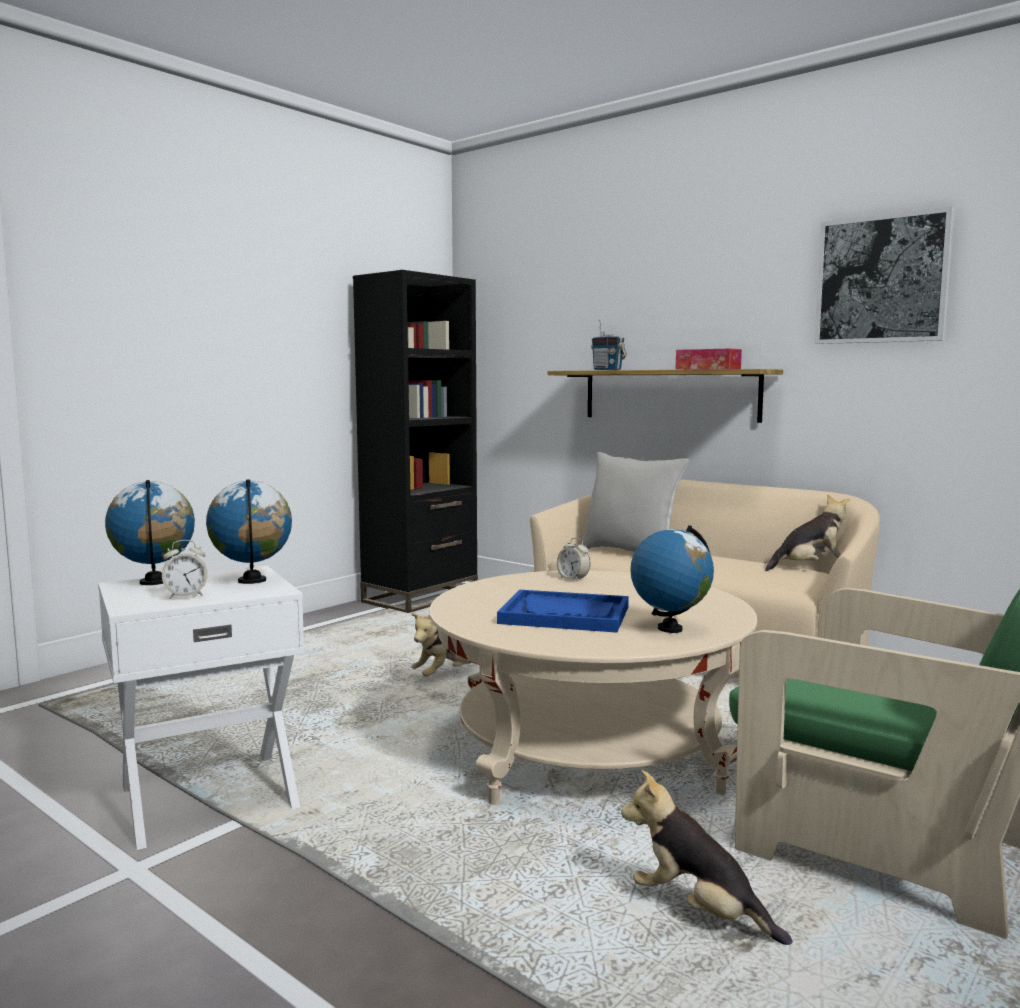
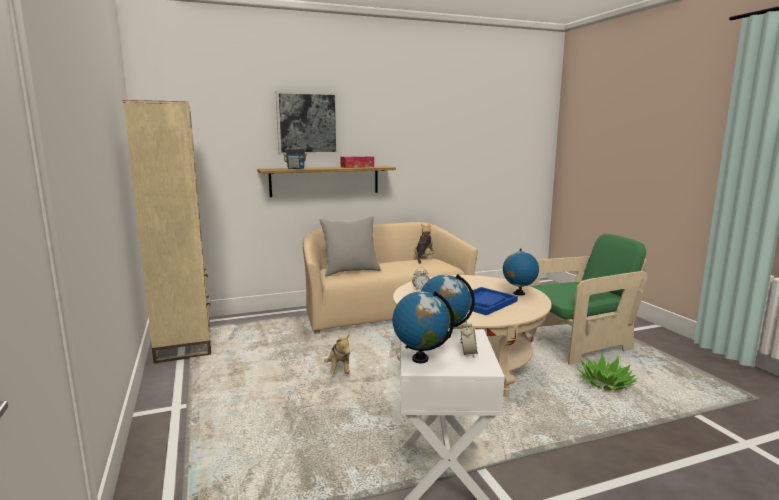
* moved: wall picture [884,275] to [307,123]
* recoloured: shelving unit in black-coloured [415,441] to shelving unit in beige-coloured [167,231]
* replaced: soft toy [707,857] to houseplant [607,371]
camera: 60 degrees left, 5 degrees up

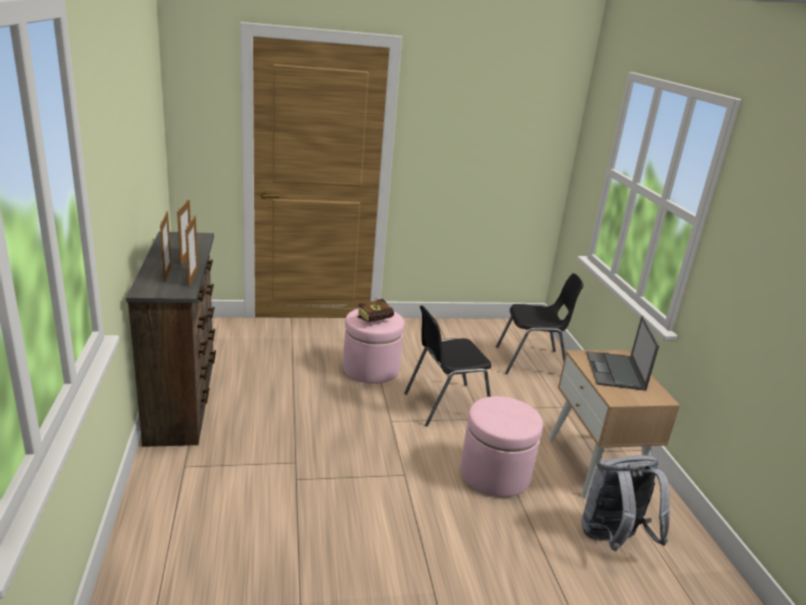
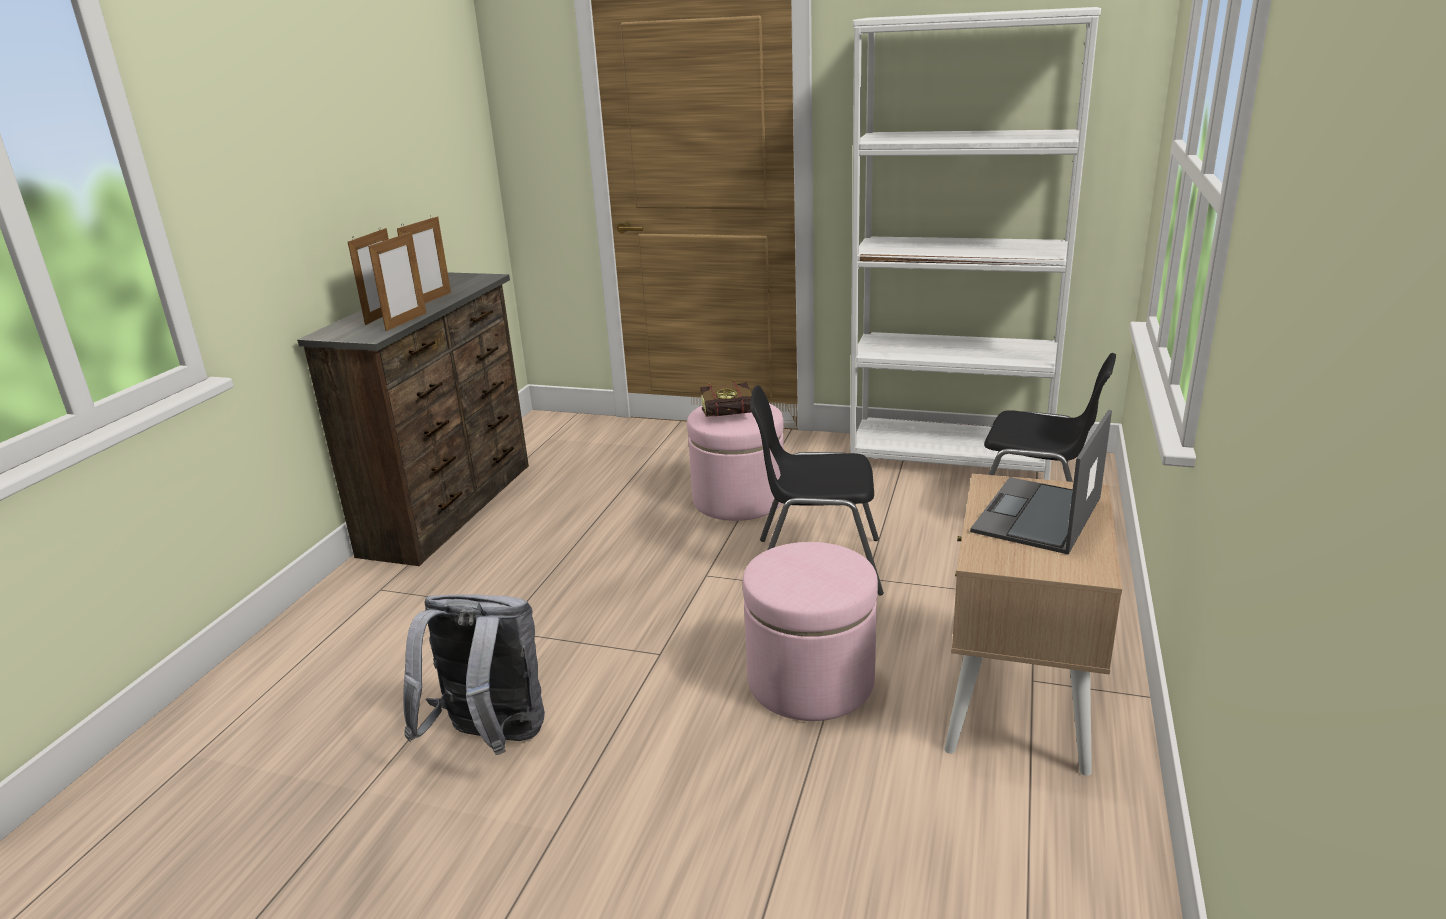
* moved: backpack in greyish [625,503] to [474,674]
* added: shelving unit in white [975,243]
camera: 30 degrees right, 0 degrees up

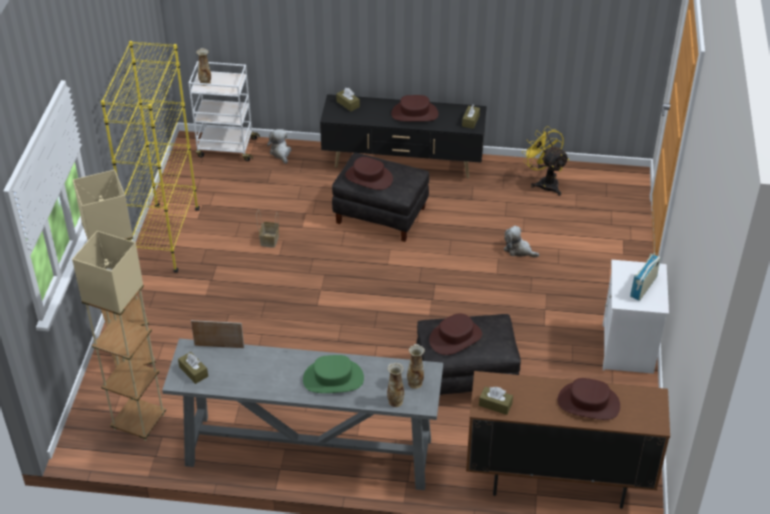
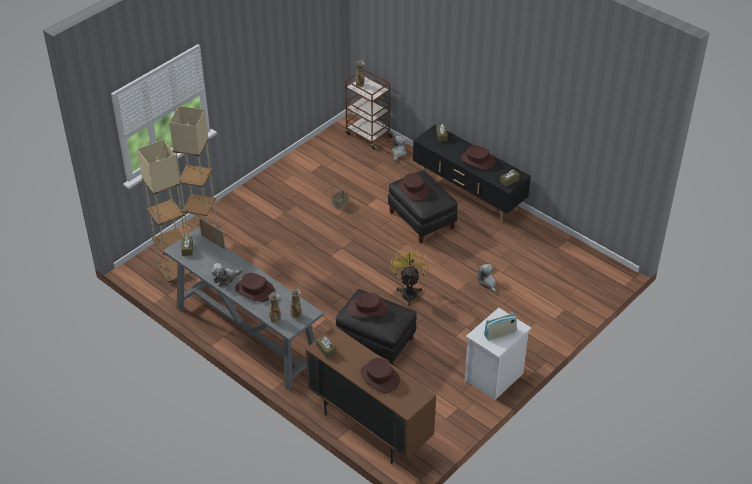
* removed: shelving unit in yellow-coloured [150,157]
* recoloured: wheeled cart in white [224,111] to wheeled cart in brown-coloured [369,109]
* moved: electric fan in yellow-coloured [545,161] to [409,277]
* recoloured: wearable hat in green-coloured [333,374] to wearable hat in brown-coloured [255,287]
* added: soft toy [227,274]
camera: 35 degrees right, 0 degrees up

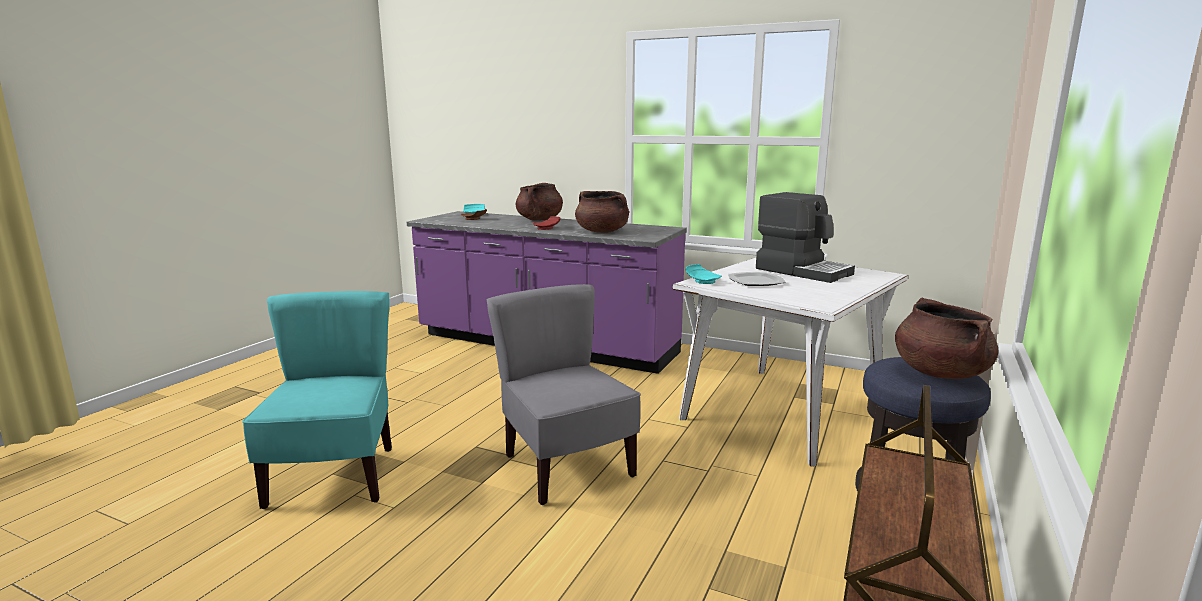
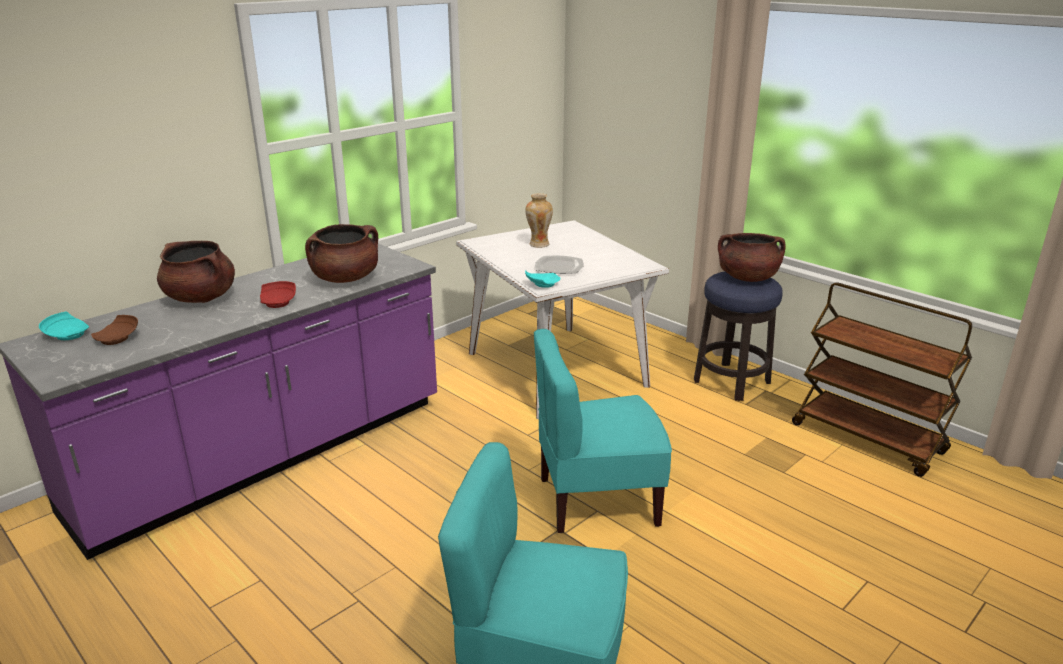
* replaced: coffee maker [805,237] to vase [539,220]
* recoloured: chair in greyish [564,394] to chair in turquoise [603,431]
camera: 70 degrees left, 10 degrees up

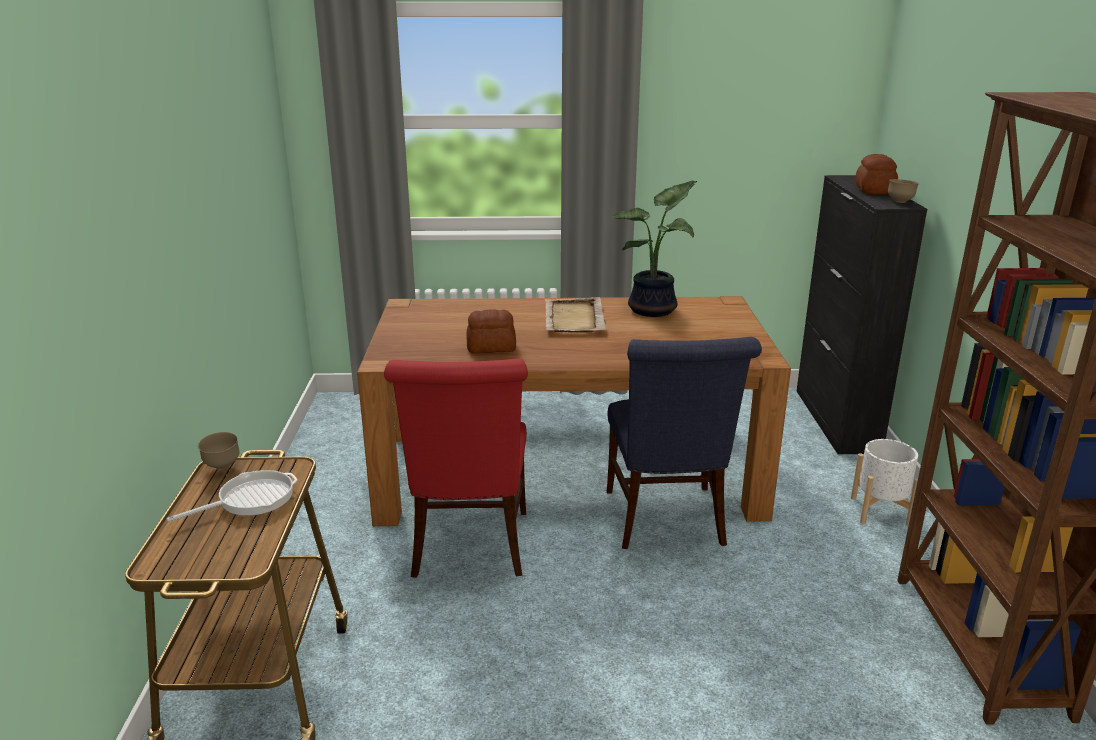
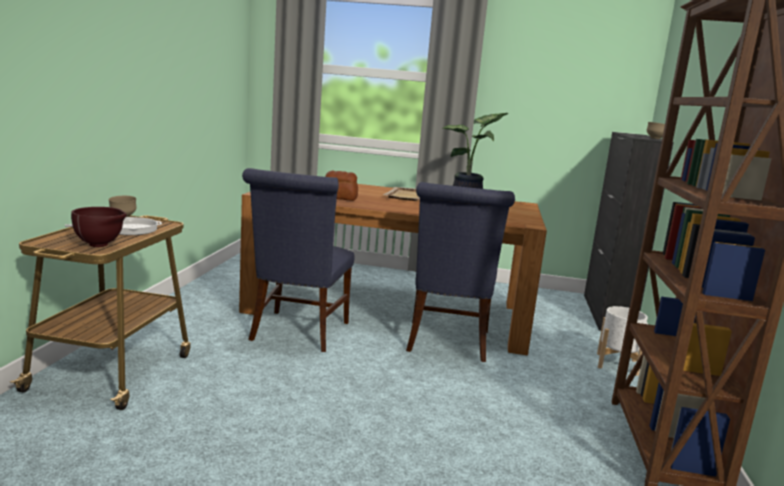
* removed: baked bread [876,174]
* recoloured: chair in red-coloured [456,468] to chair in bluish [298,260]
* added: bowl in brown-coloured [98,227]
camera: 10 degrees right, 10 degrees down

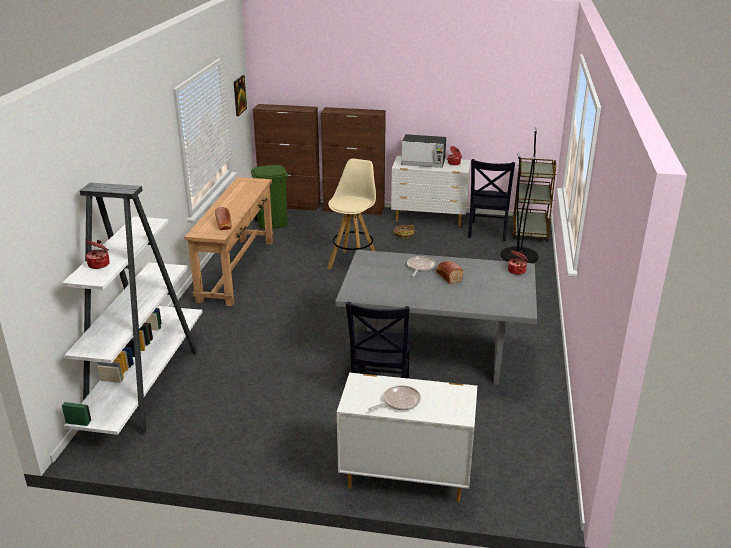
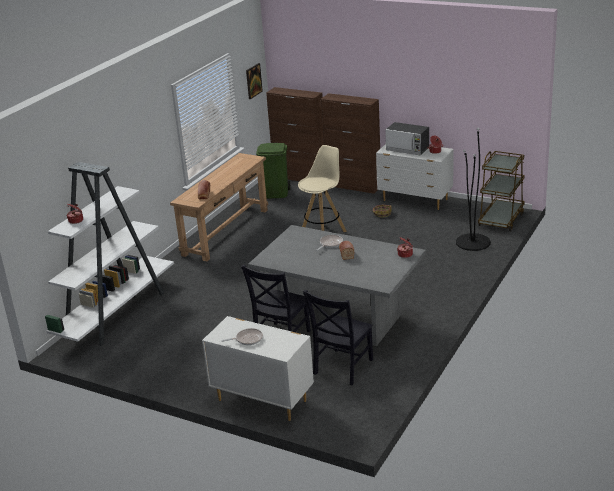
* moved: chair in black-coloured [491,200] to [338,337]
camera: 20 degrees right, 0 degrees up

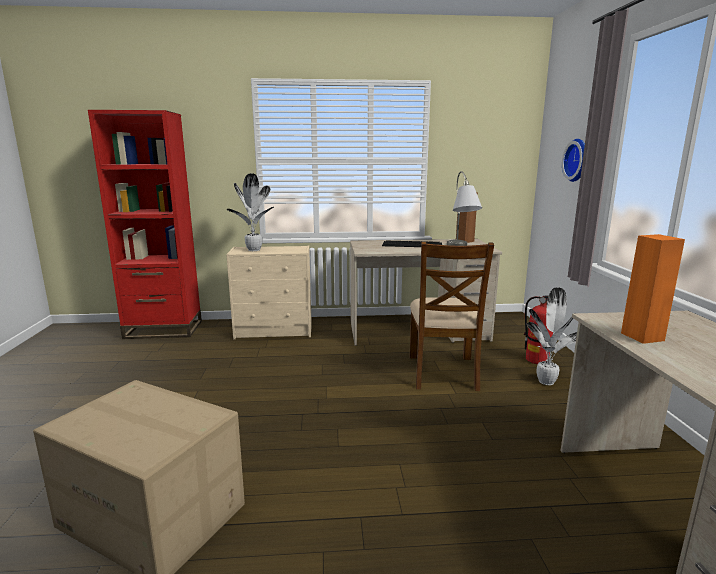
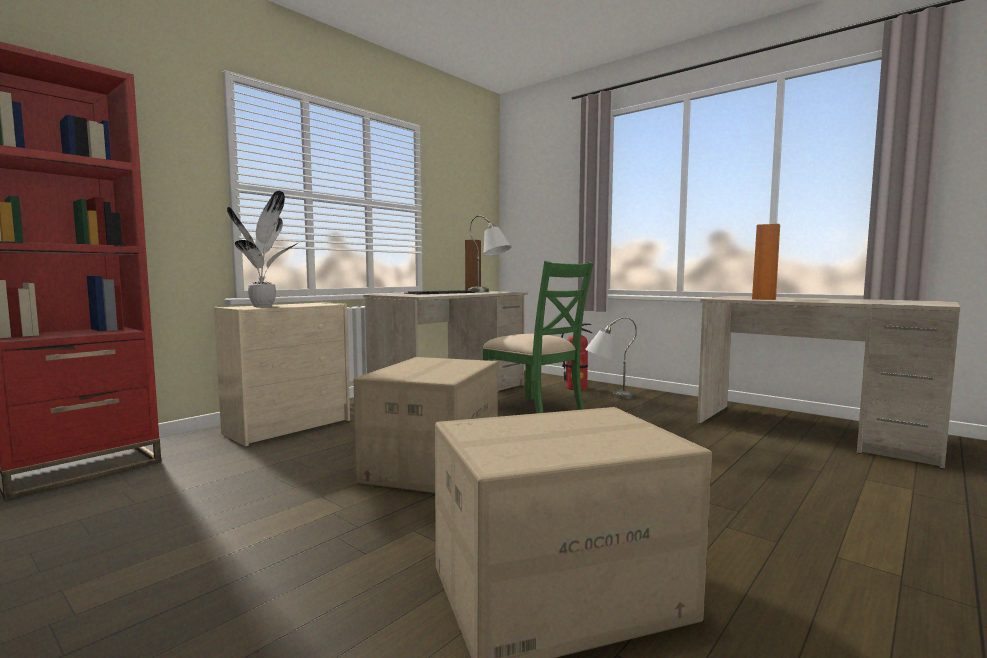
* removed: clock on the wall [573,160]
* recoloured: chair in brown-coloured [452,316] to chair in green-coloured [538,337]
* replaced: houseplant [552,336] to lamp for a table in greyish [611,358]
* added: cardboard box [426,425]
camera: 45 degrees left, 10 degrees down

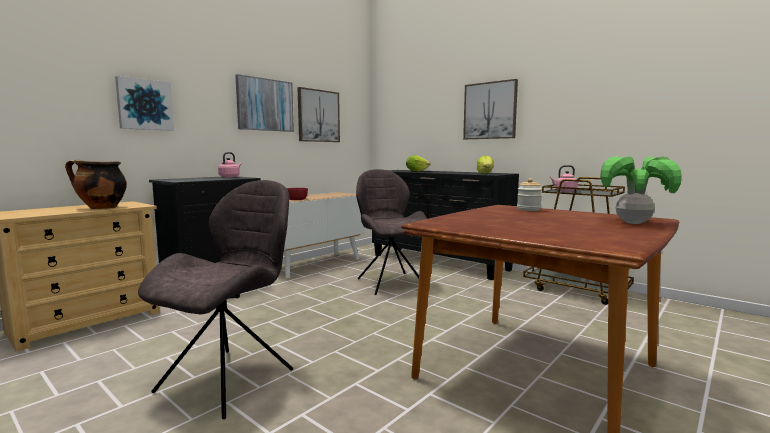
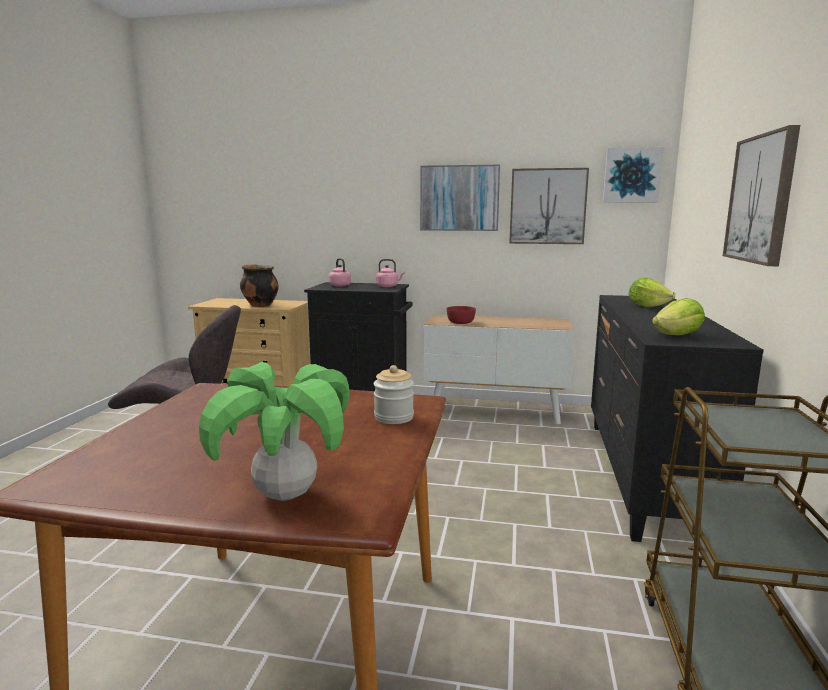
* moved: wall picture [144,103] to [633,175]
* moved: tea kettle in pink [564,178] to [340,272]
* removed: chair in greyish [391,232]
camera: 60 degrees right, 5 degrees up

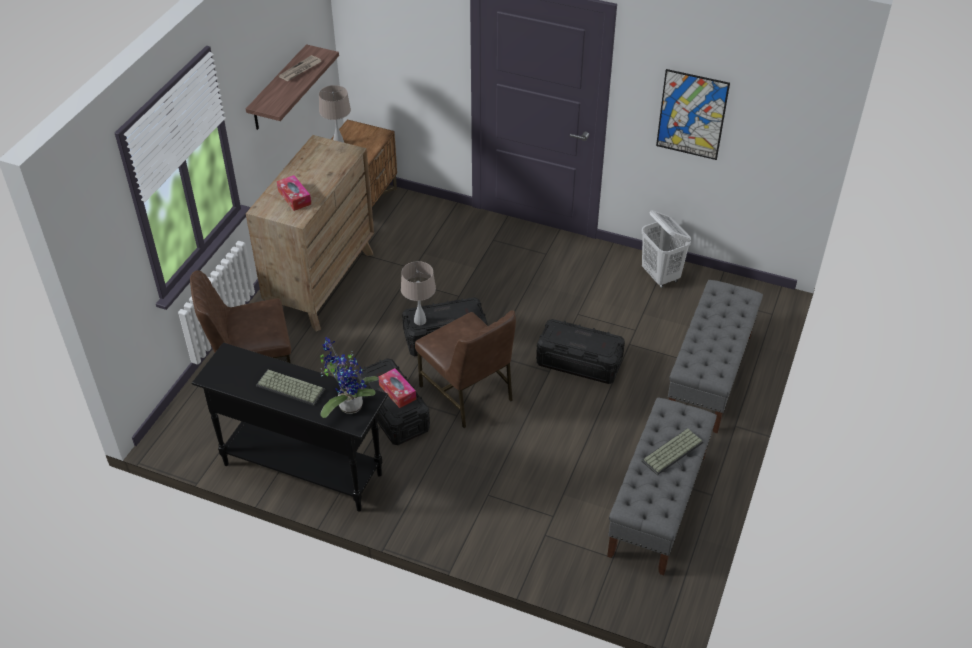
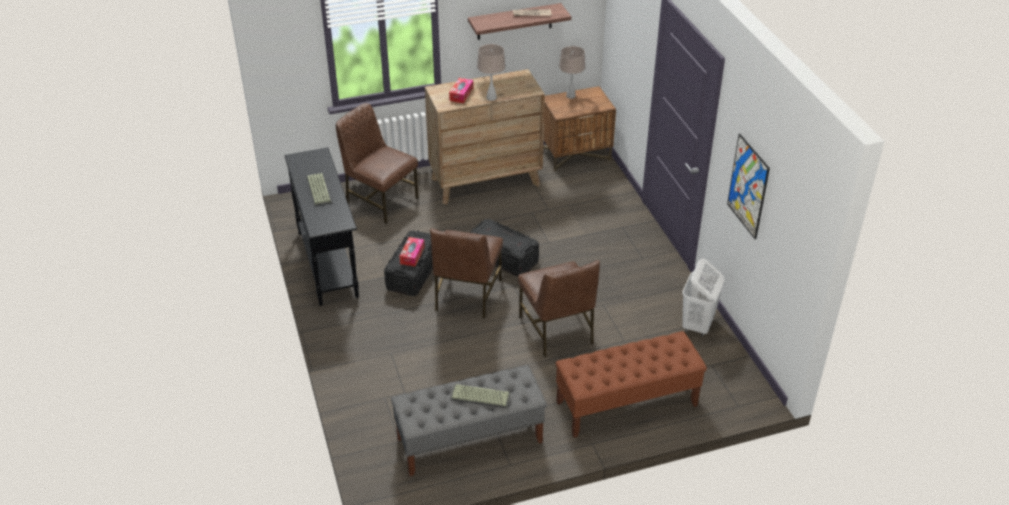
* moved: lamp for a table in beige-coloured [418,293] to [491,72]
* recoloured: indoor bench in greyish [715,357] to indoor bench in brown-coloured [631,384]
* replaced: storage bin in black-coloured [580,351] to chair in brown-coloured [559,308]
* removed: houseplant [349,377]
camera: 50 degrees right, 5 degrees down

